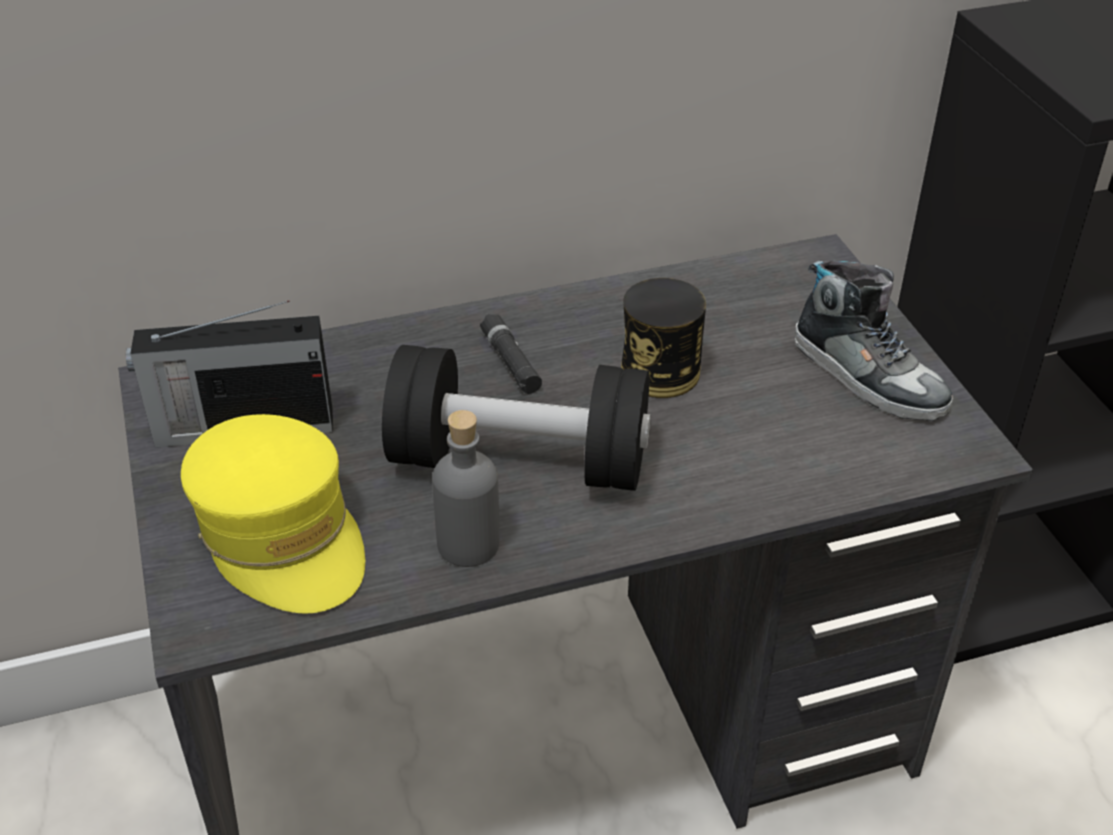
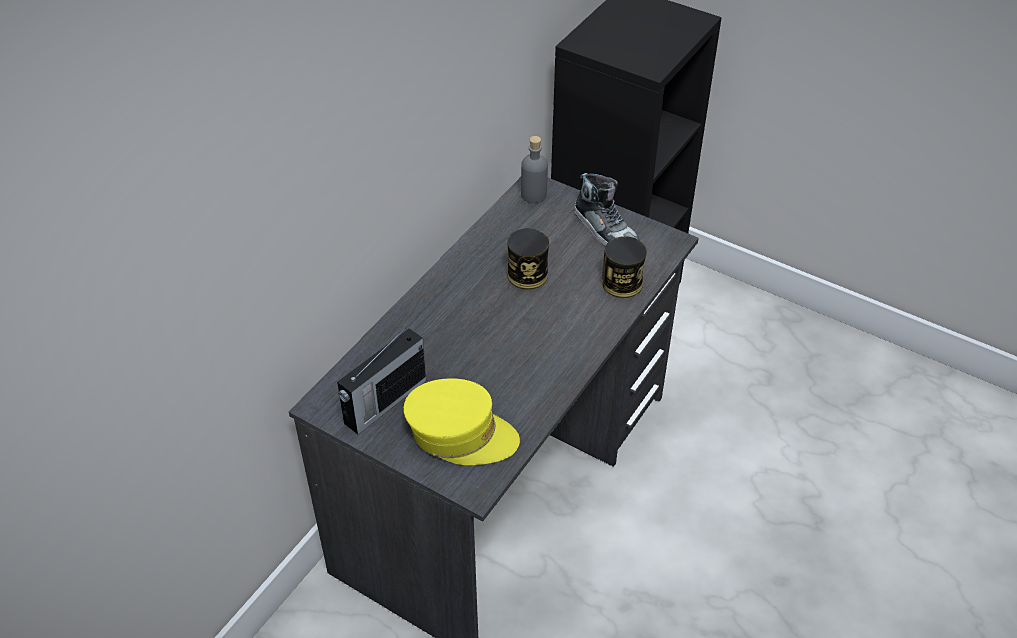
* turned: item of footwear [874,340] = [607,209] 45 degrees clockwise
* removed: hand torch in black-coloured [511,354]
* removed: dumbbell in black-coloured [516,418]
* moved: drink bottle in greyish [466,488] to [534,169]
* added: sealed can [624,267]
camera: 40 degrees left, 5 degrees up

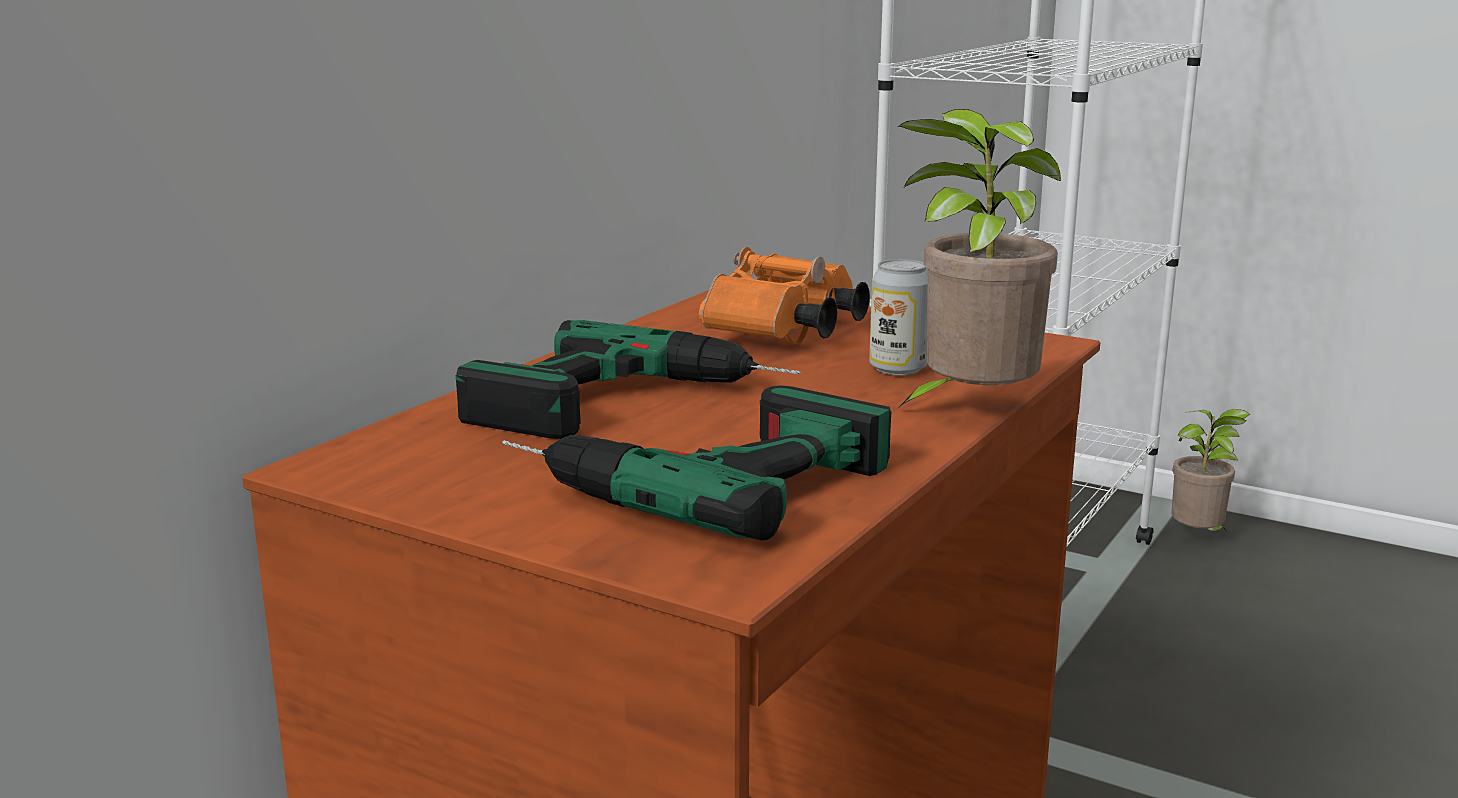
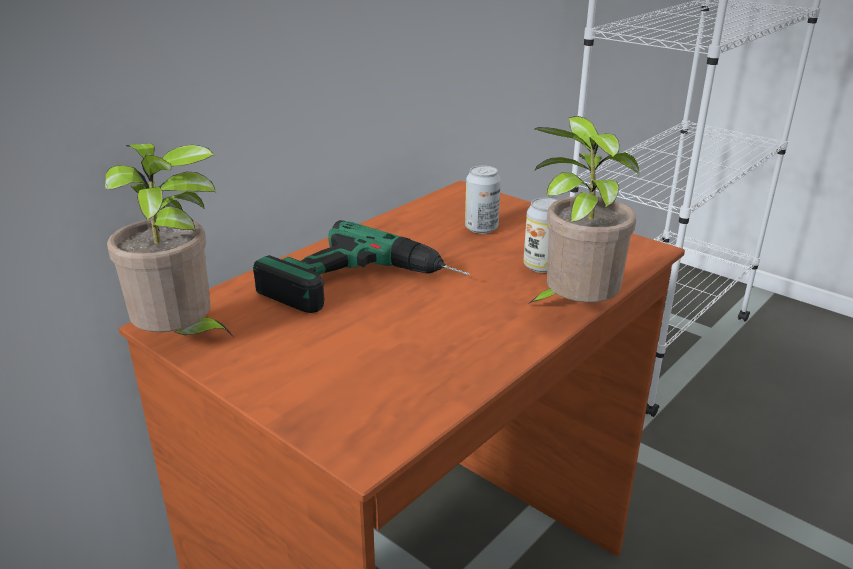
* replaced: binoculars in orange [784,296] to sealed can [483,199]
* removed: power drill [696,463]
* moved: houseplant [1211,470] to [169,240]
camera: 10 degrees right, 10 degrees up

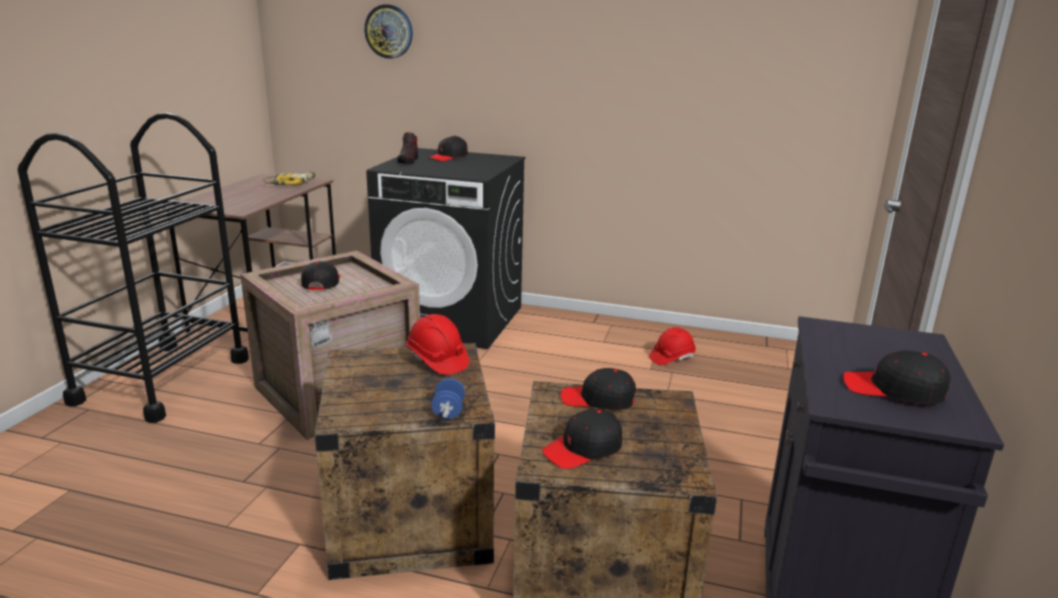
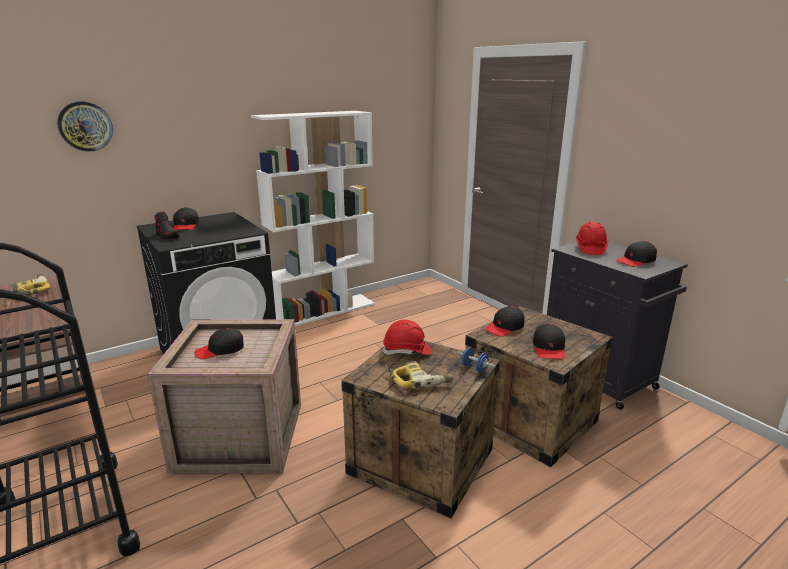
* turned: baseball cap in black-coloured [320,275] = [219,343] 60 degrees counterclockwise
* moved: hard hat in red-coloured [672,346] to [592,238]
* added: shelving unit in white [313,218]
* added: power drill [419,375]
camera: 50 degrees left, 0 degrees up

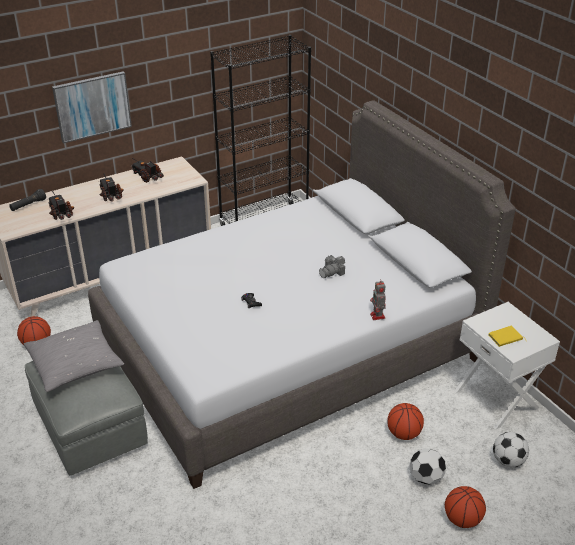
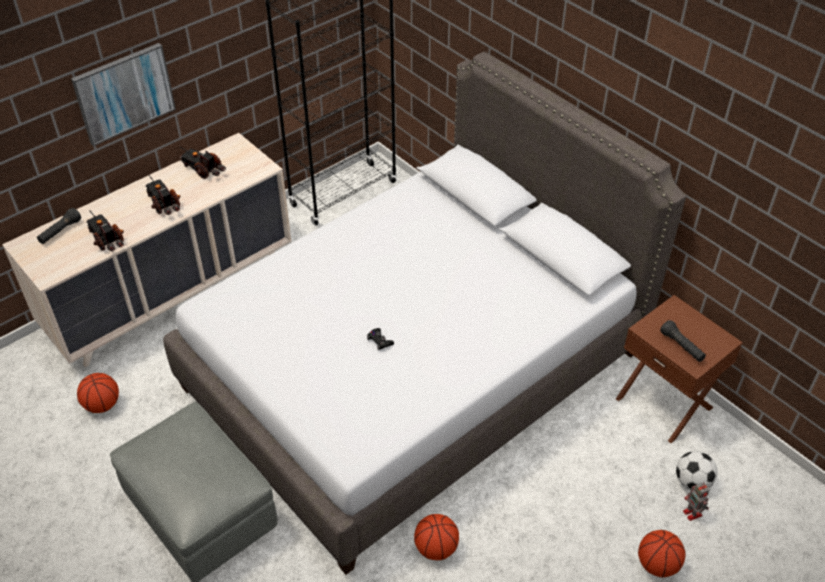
* removed: still camera [332,266]
* moved: model robot [378,300] to [696,501]
* recoloured: bedside table in white [507,366] to bedside table in brown-coloured [679,369]
* removed: throw pillow in greyish [74,356]
* replaced: book in yellow-coloured [508,336] to hand torch in black-coloured [683,341]
* moved: ball for basketball [405,421] to [436,537]
* removed: football ball [428,466]
camera: 10 degrees left, 10 degrees up

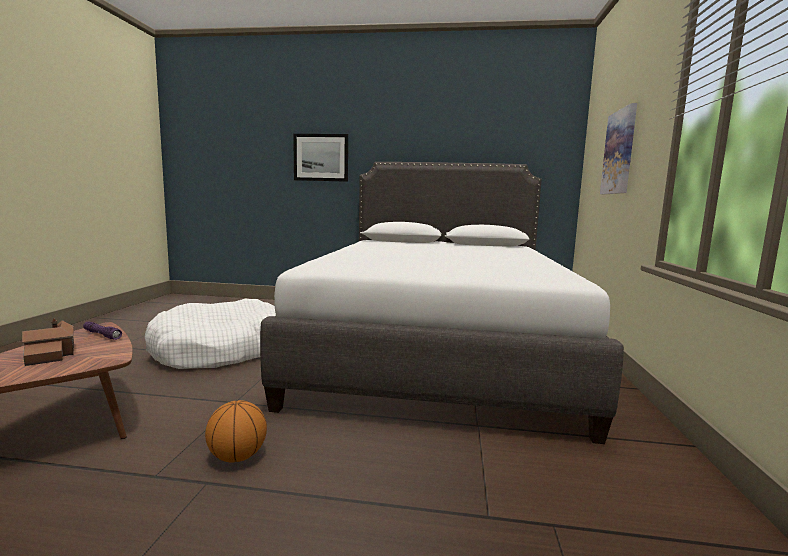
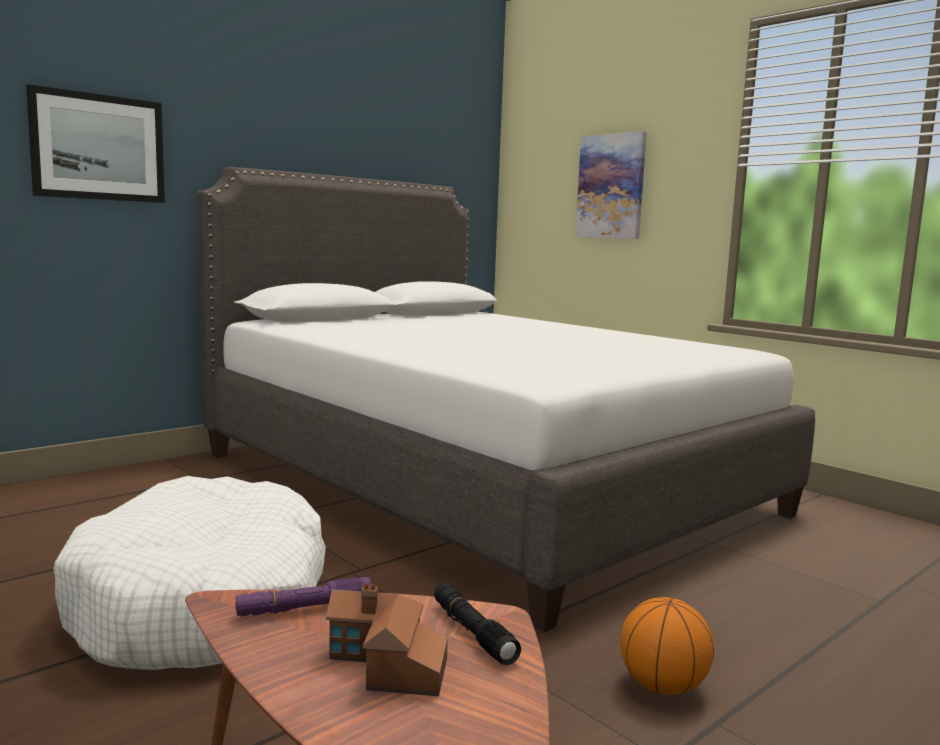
* added: hand torch in black-coloured [477,624]
camera: 50 degrees left, 0 degrees up

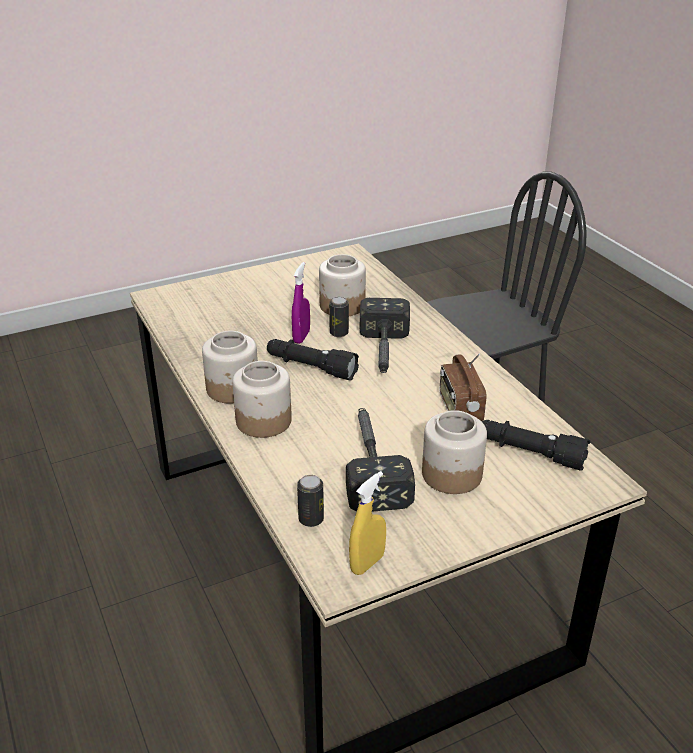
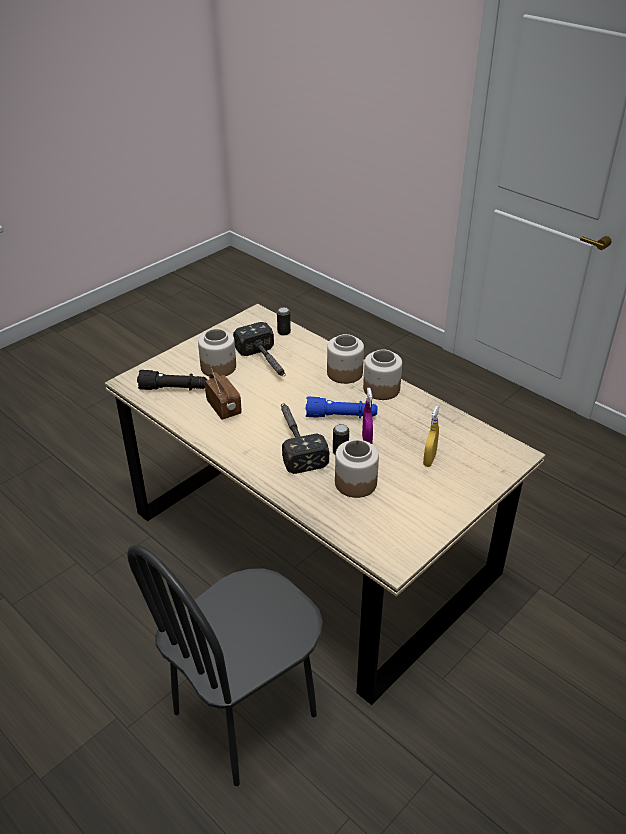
* recoloured: hand torch in black-coloured [313,359] to hand torch in bluish [342,407]
* moved: hand sprayer in yellow-coloured [367,523] to [431,436]
camera: 160 degrees right, 5 degrees up

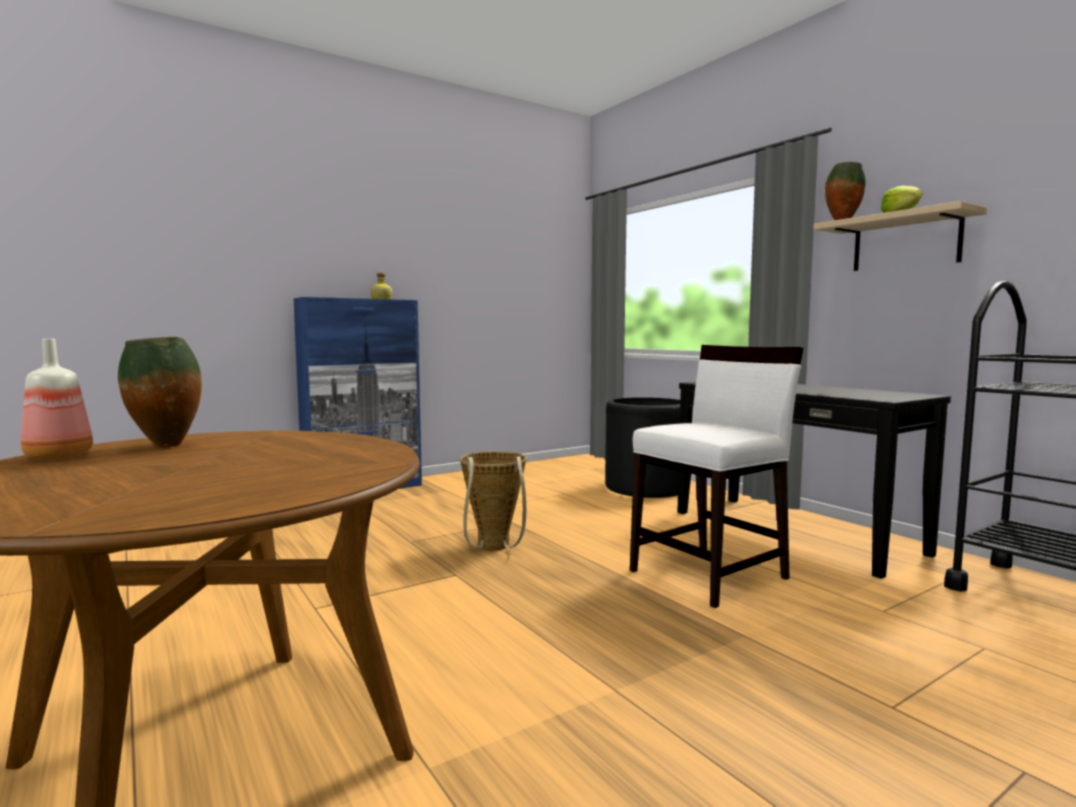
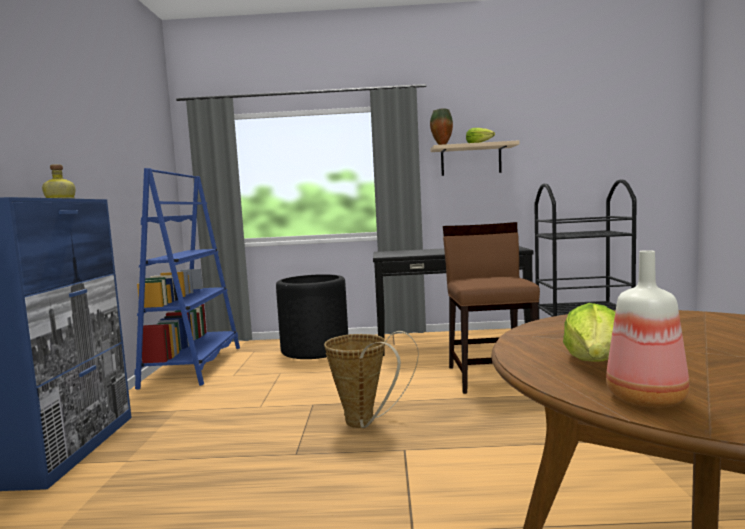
* replaced: vase [160,392] to head of lettuce [589,332]
* recoloured: chair in white [716,476] to chair in brown-coloured [491,308]
* added: shelving unit in bluish [187,279]
camera: 55 degrees left, 0 degrees up

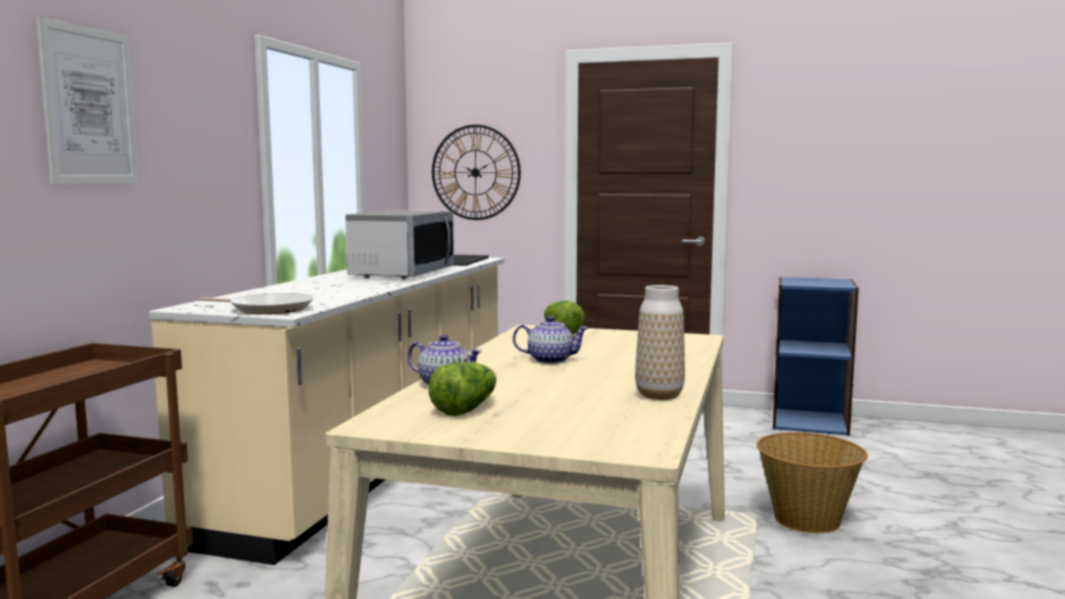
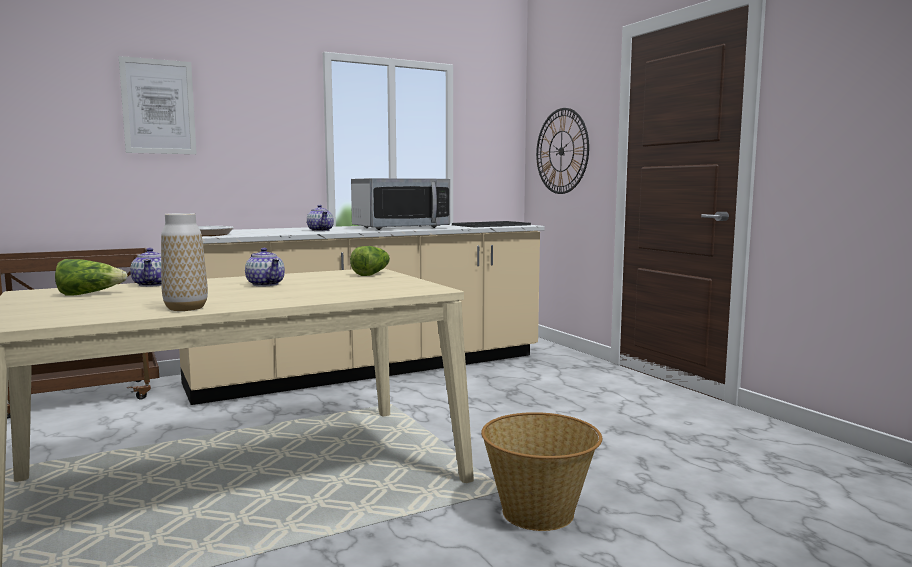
* removed: shelving unit in bluish [816,356]
* added: teapot [320,218]
camera: 45 degrees right, 0 degrees up

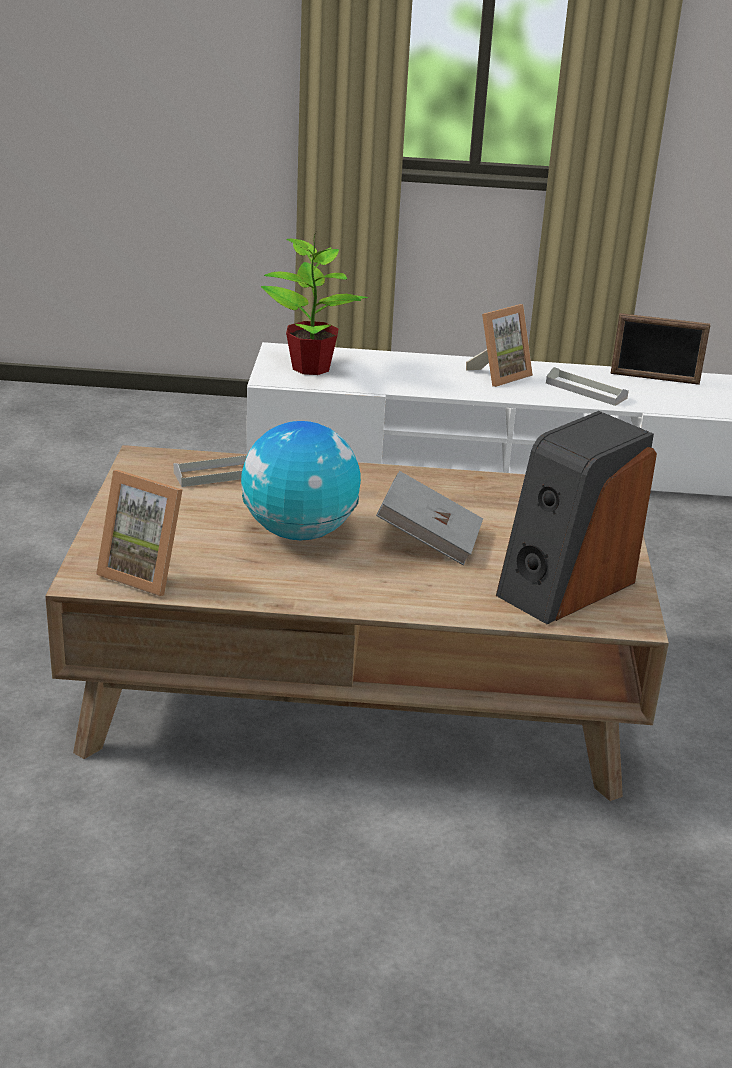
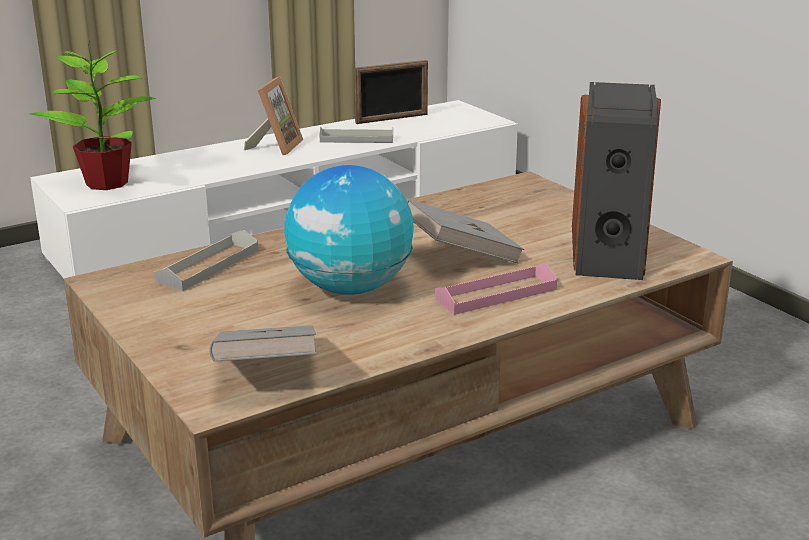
* replaced: photo frame [139,533] to book in greyish [263,343]
* added: serving tray in pink [496,289]
camera: 35 degrees left, 5 degrees down

